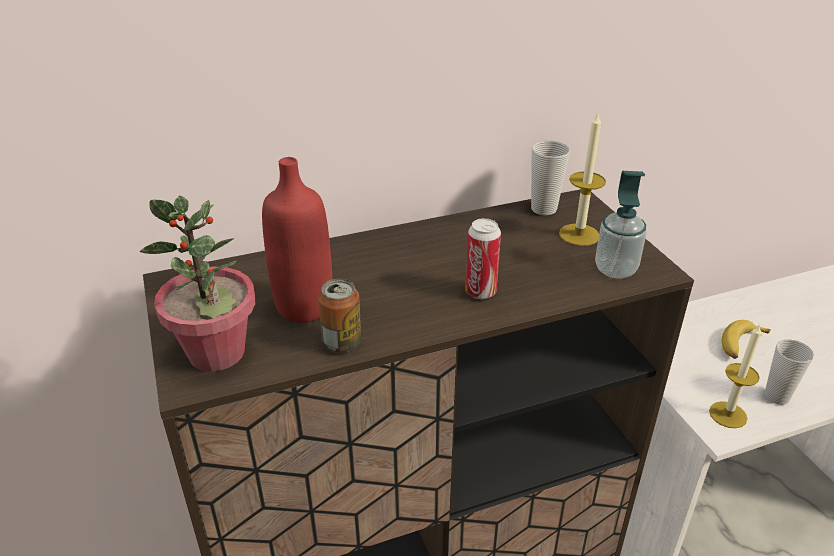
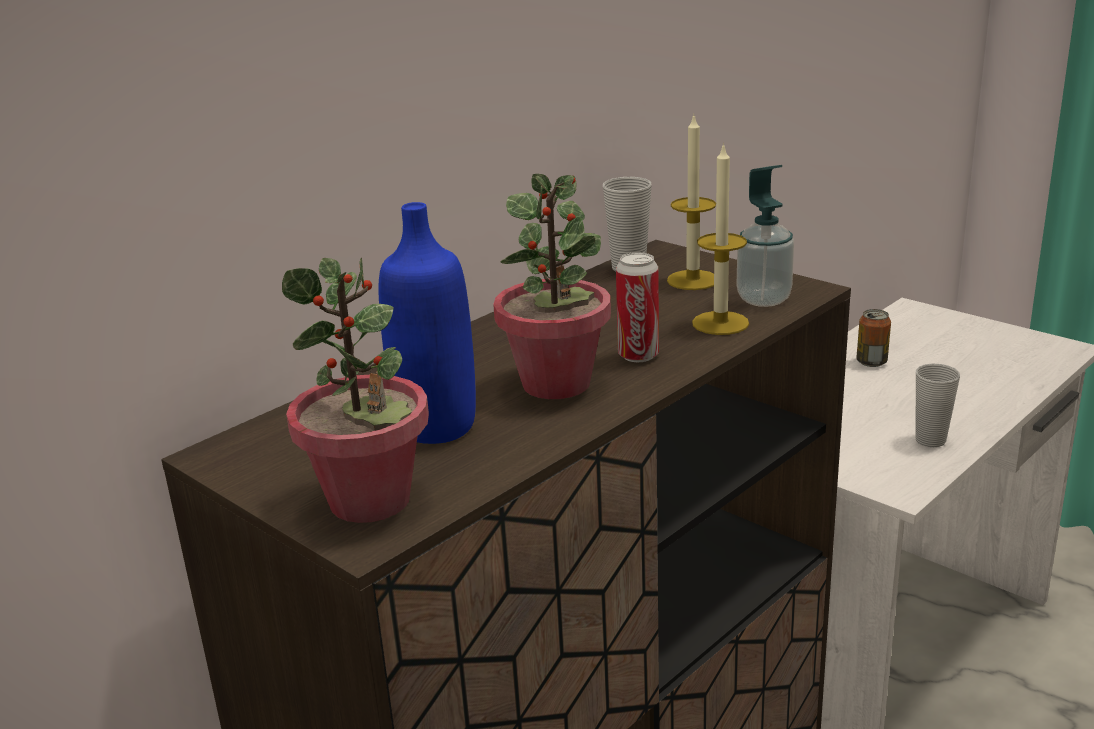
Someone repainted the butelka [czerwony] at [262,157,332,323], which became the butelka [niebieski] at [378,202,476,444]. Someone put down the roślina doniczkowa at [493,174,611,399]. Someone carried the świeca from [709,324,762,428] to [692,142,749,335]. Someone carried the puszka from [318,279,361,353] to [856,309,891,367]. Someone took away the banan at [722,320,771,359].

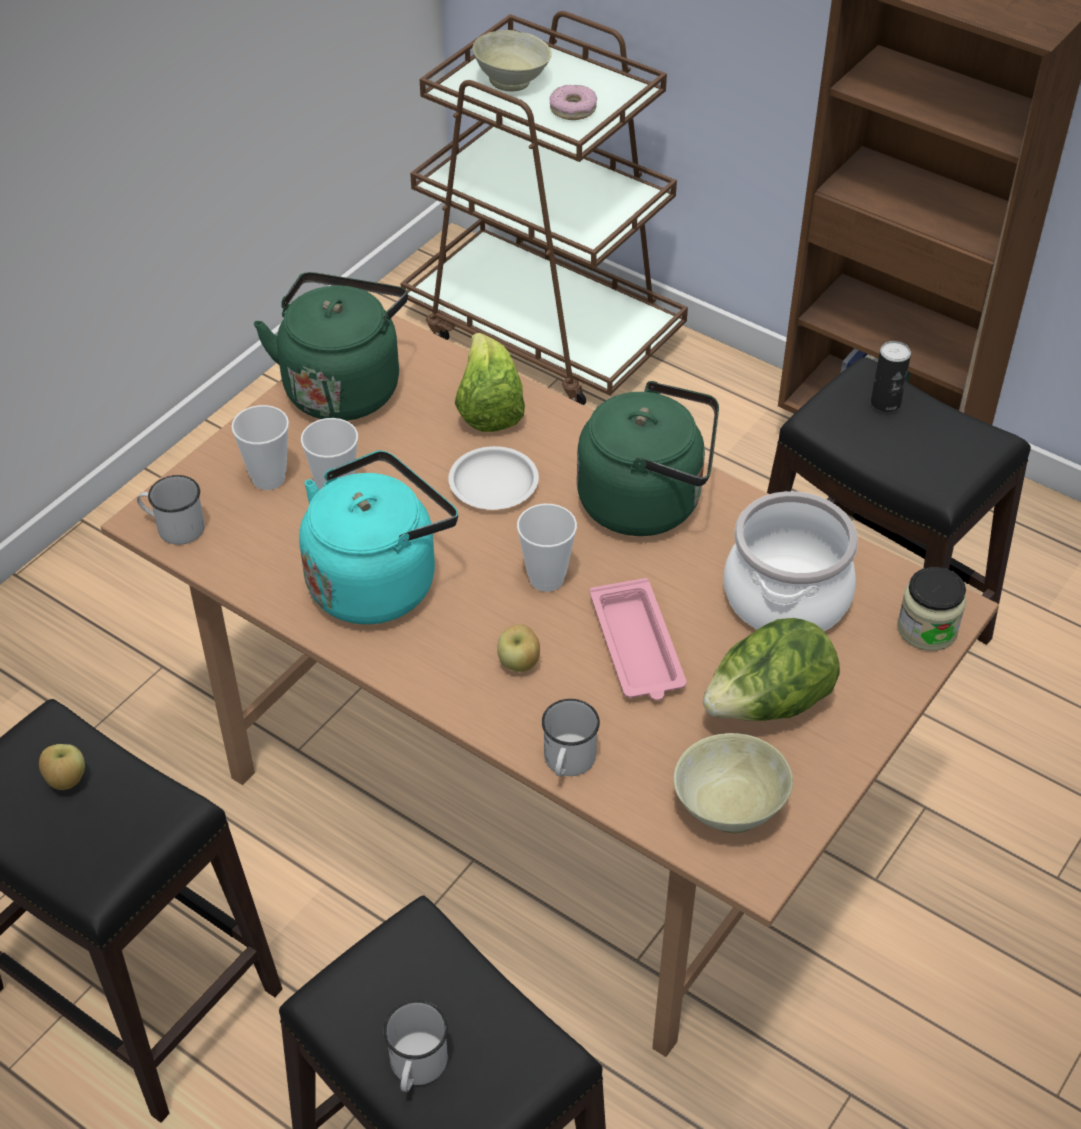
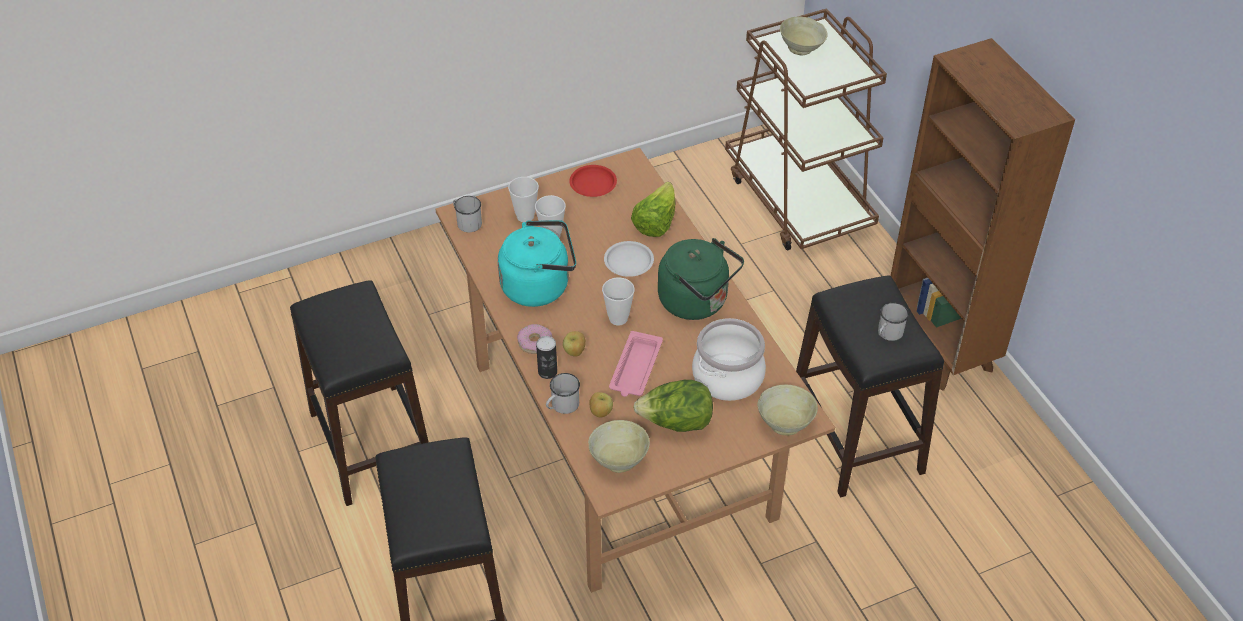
Someone carried the donut from [550,85,597,120] to [517,324,552,354]. Someone carried the puszka from [871,341,911,412] to [536,336,557,379]. Someone swapped the czajnik [zielony] at [254,272,408,421] for the talerz [czerwony] at [569,165,617,197]. Someone carried the jabłko from [39,744,85,790] to [589,392,613,417]. Someone swapped the słoik at [897,567,966,651] for the miska [beżowy] at [757,385,818,435]. Someone carried the kubek [biały] from [384,1000,448,1092] to [878,302,909,341].

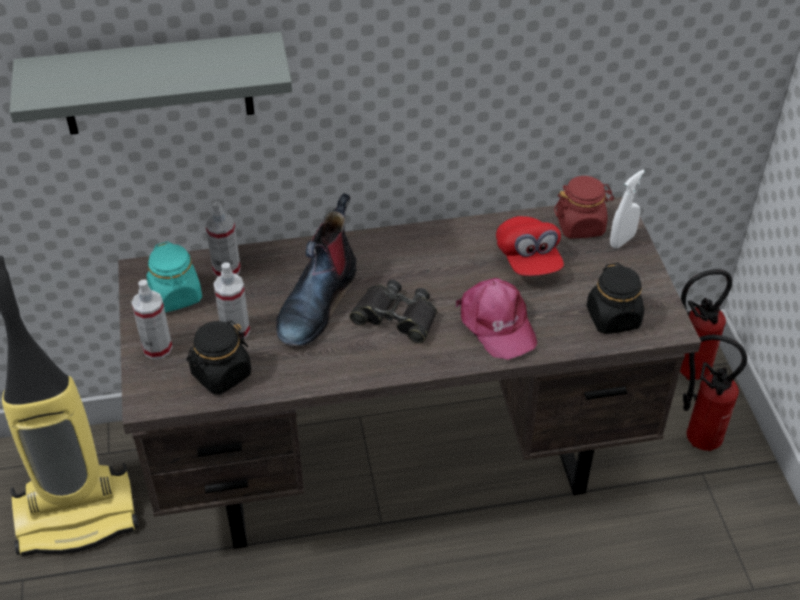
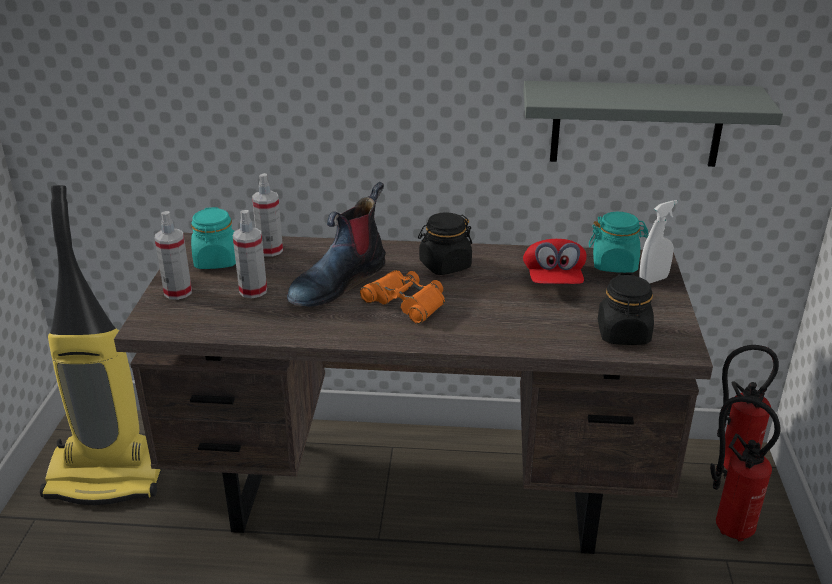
Someone repainted the lornetka [czarny] at [349,280,437,344], which became the lornetka [pomarańczowy] at [360,270,445,324]. Someone carried the słoik [czarny] from [186,321,251,394] to [418,212,472,275]. Someone carried the półka [szary] from [10,32,292,135] to [523,81,783,167]. Someone repainted the słoik [czerwony] at [554,176,614,239], which became the słoik [turkusowy] at [589,212,649,273]. Someone took away the czapka z daszkiem [różowy] at [456,278,537,360].

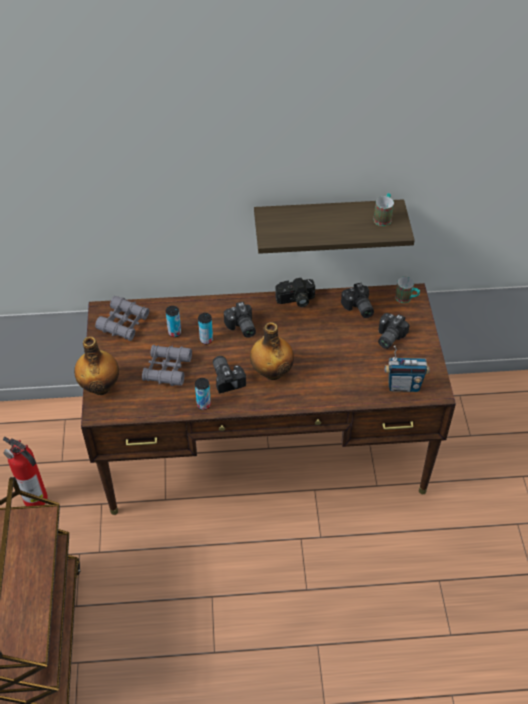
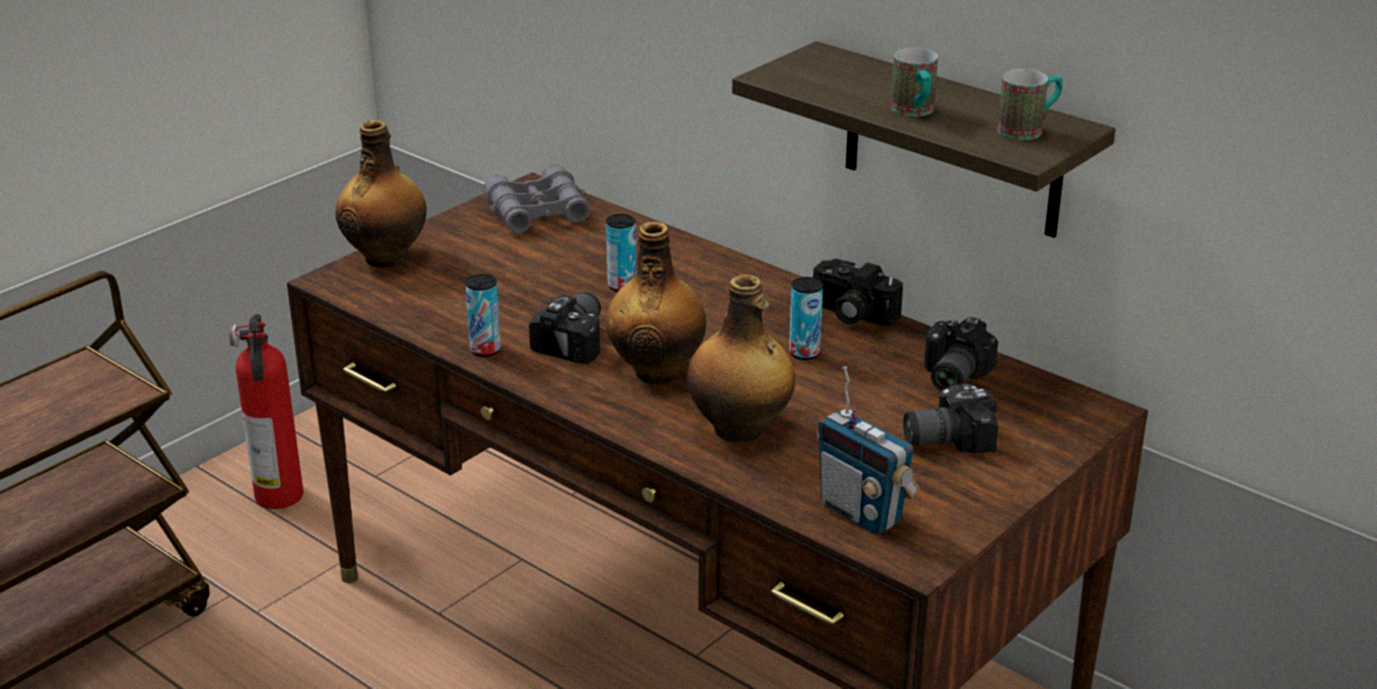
Someone put down the butelka at [687,274,795,443]. Someone carried the puszka from [166,306,181,337] to [789,277,823,360]. Someone carried the kubek from [395,277,420,303] to [891,47,938,117]. Someone took away the lornetka [szary] at [142,345,192,386]. Someone took away the aparat fotograficzny at [224,302,256,338].

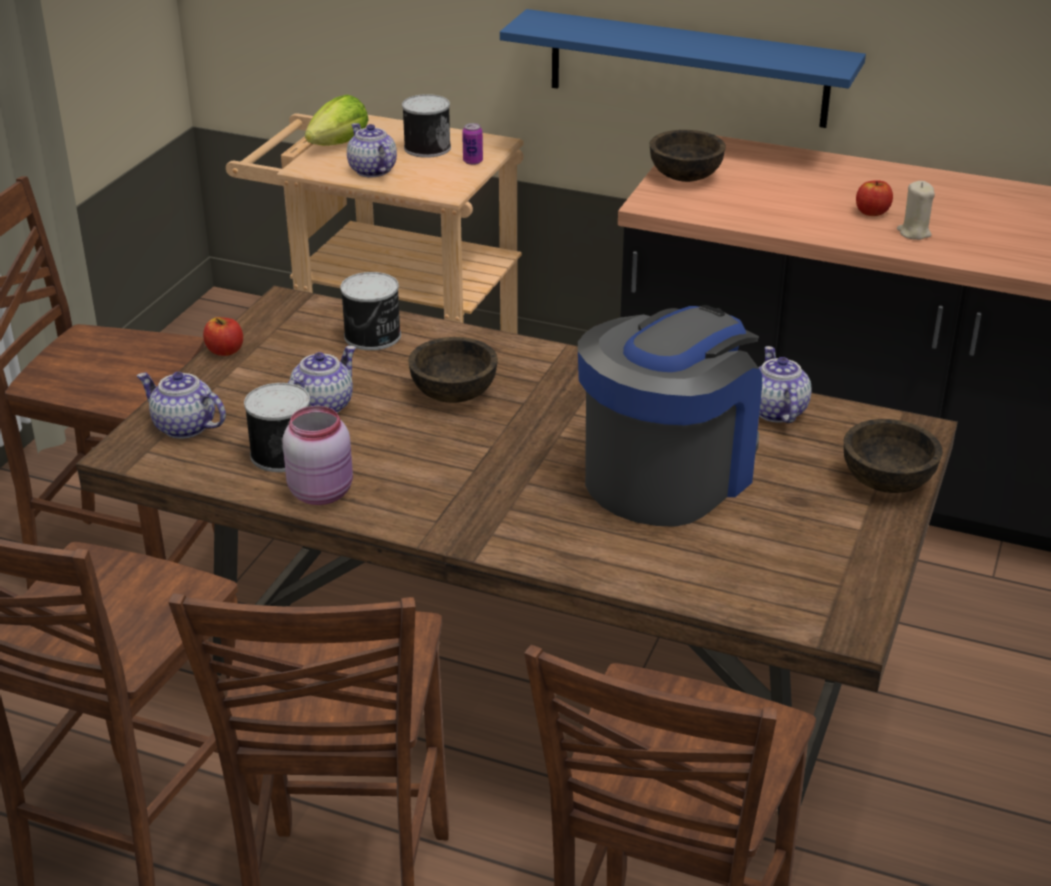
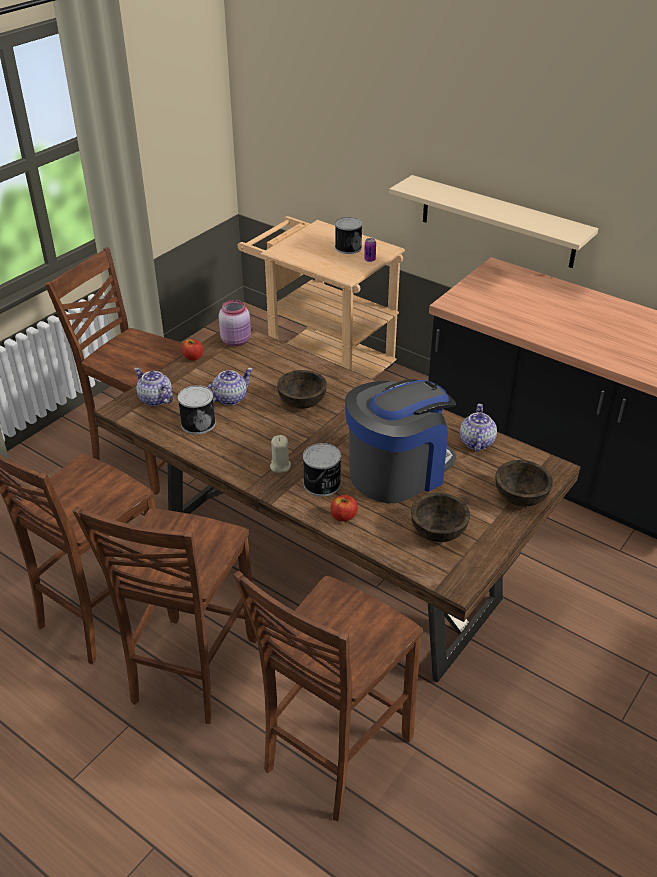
Someone carried the słoik [różowy] from [282,406,353,505] to [219,300,251,346]. Someone carried the świeca [beżowy] from [897,181,935,240] to [270,435,291,473]. Someone carried the puszka from [341,272,401,350] to [303,443,341,497]. Someone carried the jabłko from [856,180,893,216] to [330,495,358,522]. Someone repainted the półka [niebieski] at [500,9,866,128], which became the półka [beżowy] at [389,175,598,268]. Someone carried the miska [brązowy] from [650,130,726,182] to [411,493,470,542]. Someone took away the sałata at [305,94,369,146]. Someone took away the imbryk at [347,123,397,178].

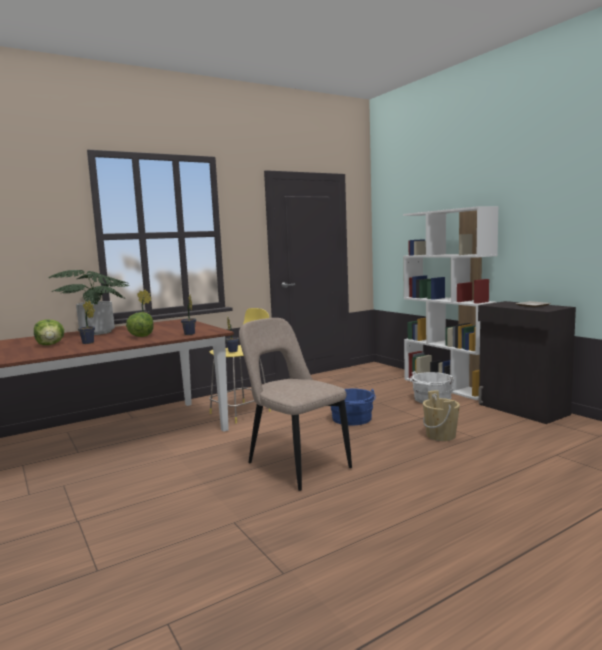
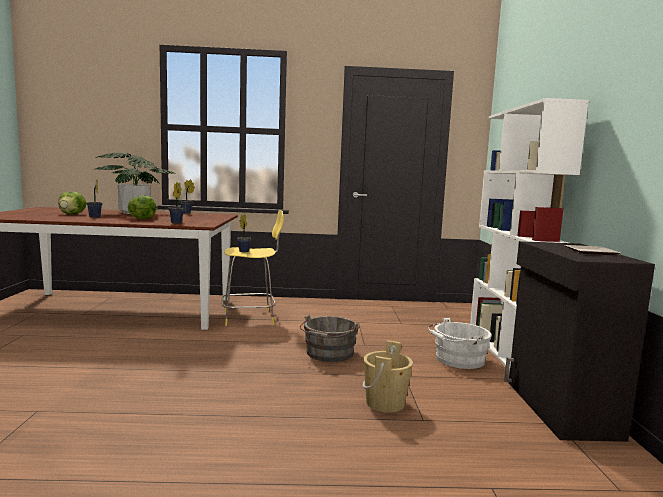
Someone repainted the wiadro [niebieski] at [330,389,376,426], which became the wiadro [szary] at [300,315,359,362]. Someone took away the krzesło [beżowy] at [239,318,352,491].

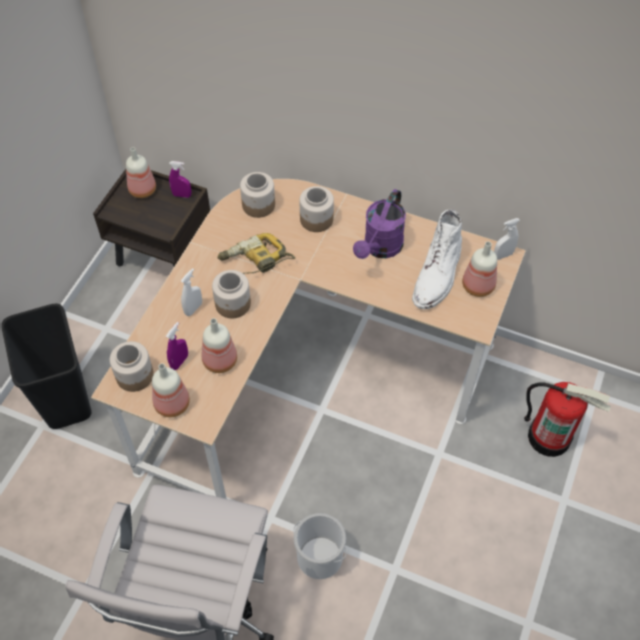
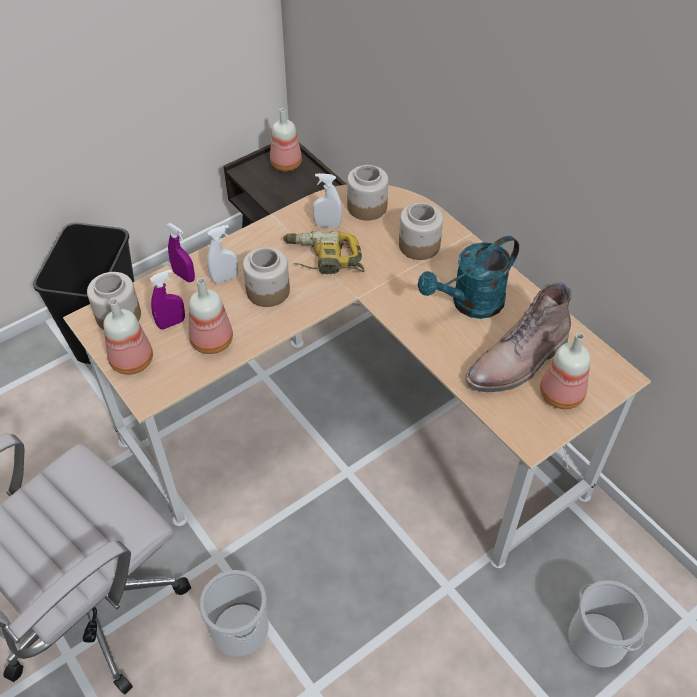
Someone carried the spryskiwacz [fioletowy] from [169,161,191,198] to [166,223,195,282]. Someone carried the spryskiwacz [biały] from [494,218,520,260] to [313,173,342,228]. Someone repainted the konewka [fioletowy] at [353,189,406,259], which became the konewka [turkusowy] at [418,236,519,319]. Someone repainted the but z cholewką [biały] at [412,210,462,309], which became the but z cholewką [brązowy] at [465,282,571,392]. Someone swapped the gaśnica at [524,382,611,457] for the wiadro at [568,580,648,668].

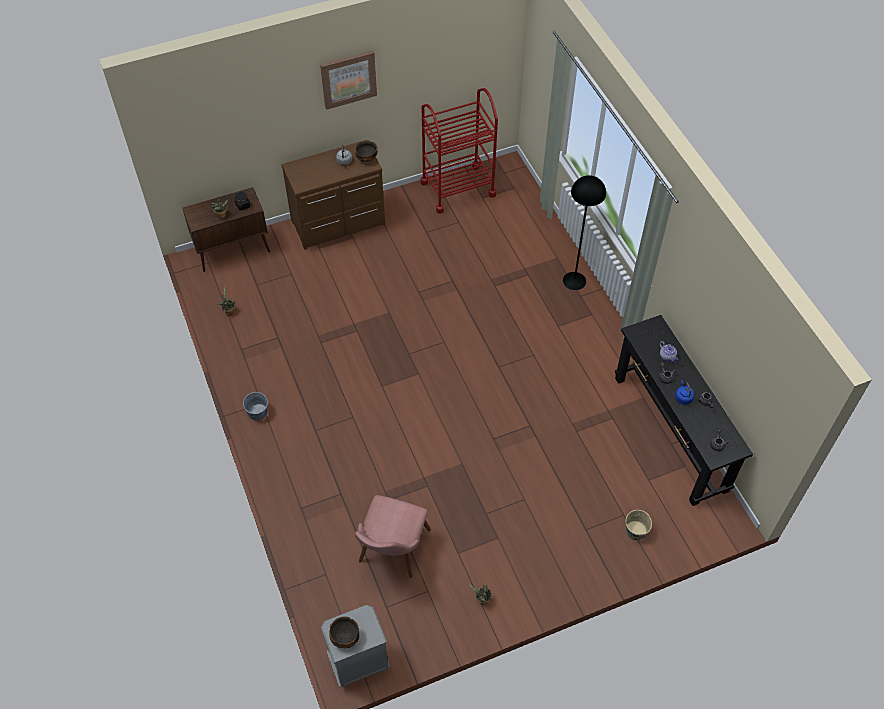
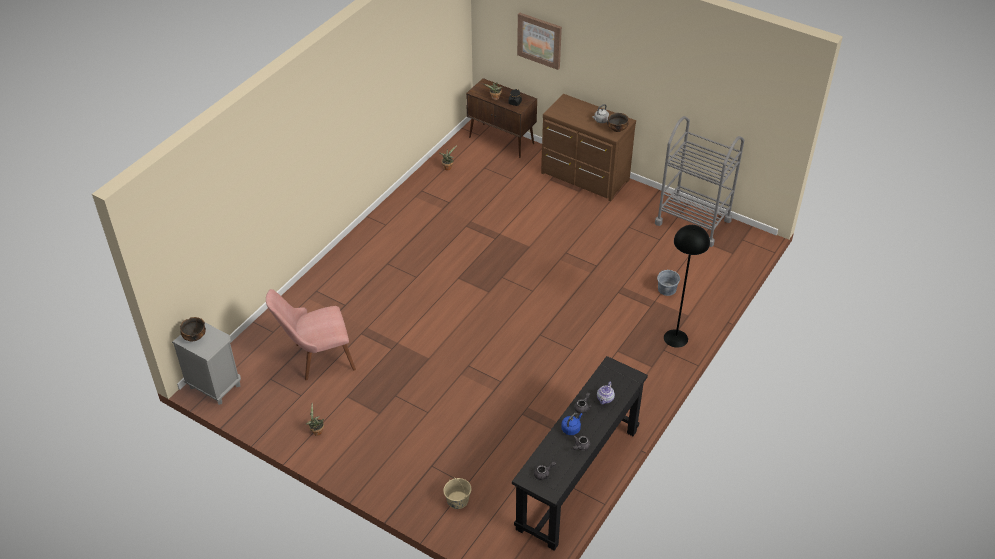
Someone carried the obraz from [320,50,377,110] to [517,13,562,70]. Someone repainted the wózek [czerwony] at [421,88,498,214], which became the wózek [szary] at [655,116,744,247]. Someone carried the wiadro [szary] from [243,392,268,421] to [657,270,680,296].

